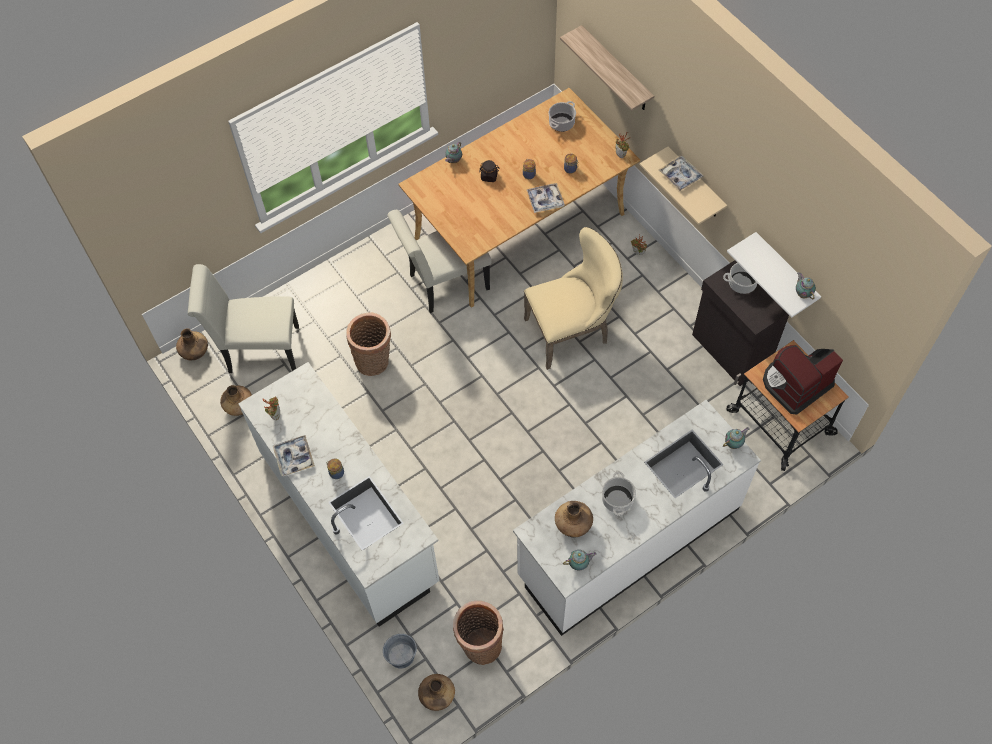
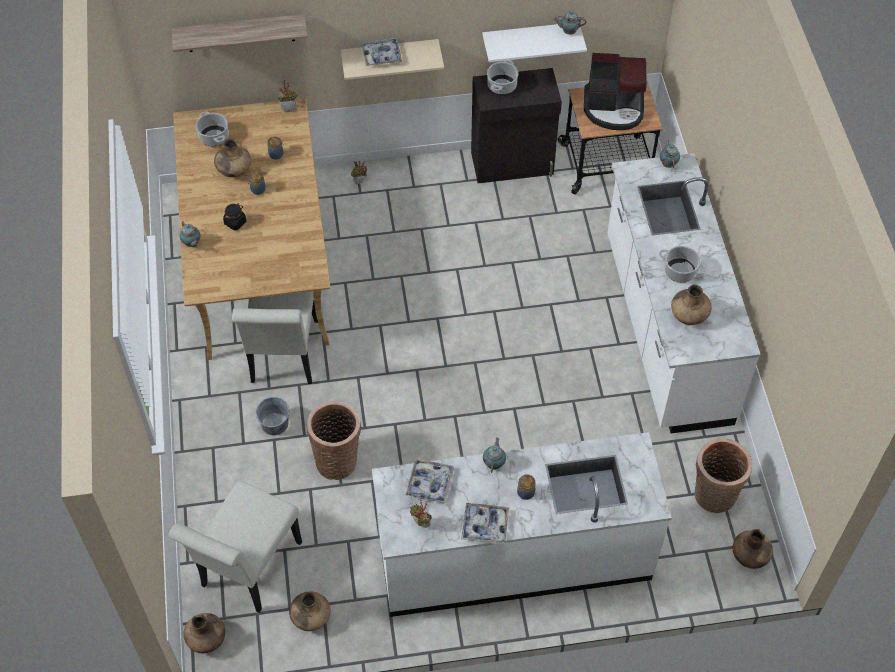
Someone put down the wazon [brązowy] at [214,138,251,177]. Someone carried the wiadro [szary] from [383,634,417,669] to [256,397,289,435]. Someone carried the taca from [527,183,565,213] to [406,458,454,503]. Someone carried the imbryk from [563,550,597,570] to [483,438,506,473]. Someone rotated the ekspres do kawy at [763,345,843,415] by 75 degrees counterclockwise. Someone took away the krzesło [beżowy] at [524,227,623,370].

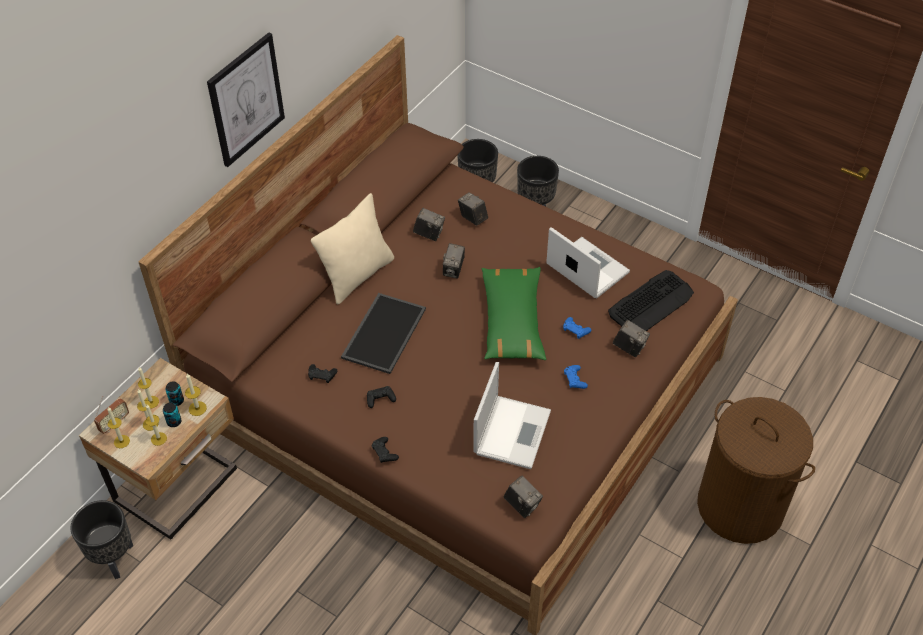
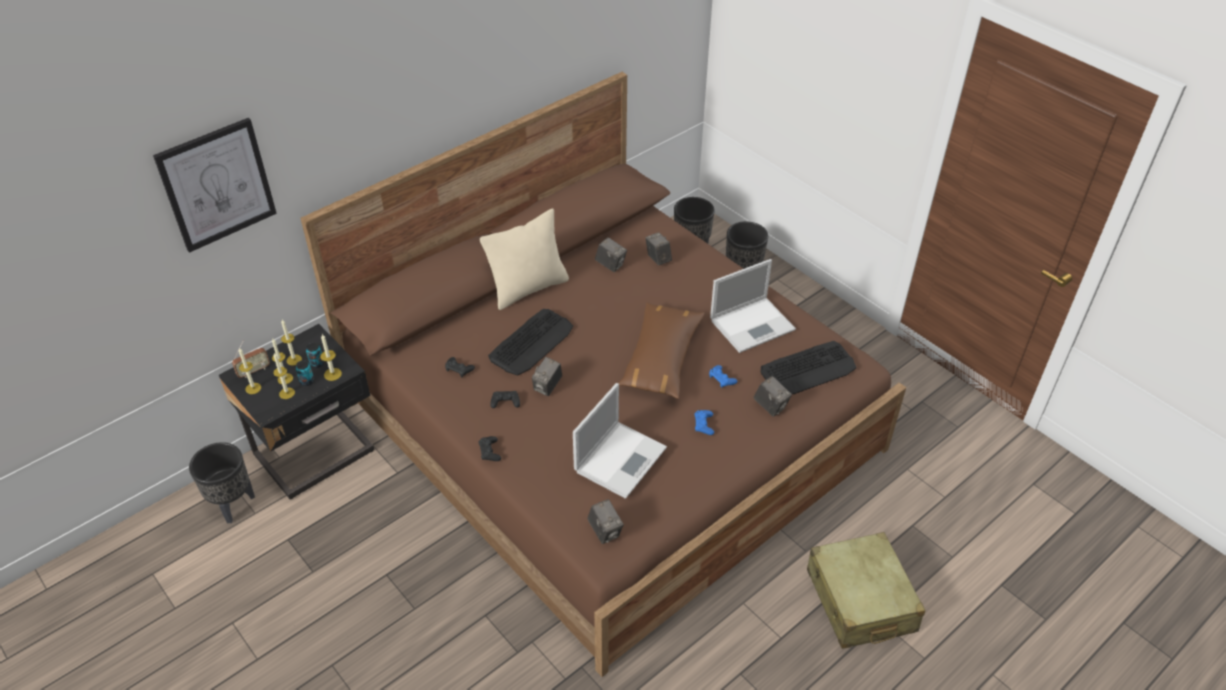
Someone carried the obraz from [207,33,285,167] to [153,118,277,253]. Someone repainted the szafka nocna [beżowy] at [79,358,237,539], which became the szafka nocna [czarny] at [219,324,375,499]. Someone swapped the taca at [341,293,426,374] for the klawiatura at [488,309,573,376]. Someone carried the aparat fotograficzny from [443,243,465,279] to [532,357,562,396]. Someone repainted the poduszka [zielony] at [481,267,547,360], which became the poduszka [brązowy] at [618,302,705,399]. Someone rotated the laptop at [546,227,630,298] by 90 degrees clockwise. Someone swapped the kosz na pranie [brązowy] at [697,397,815,544] for the walizka [beżowy] at [807,532,925,649].

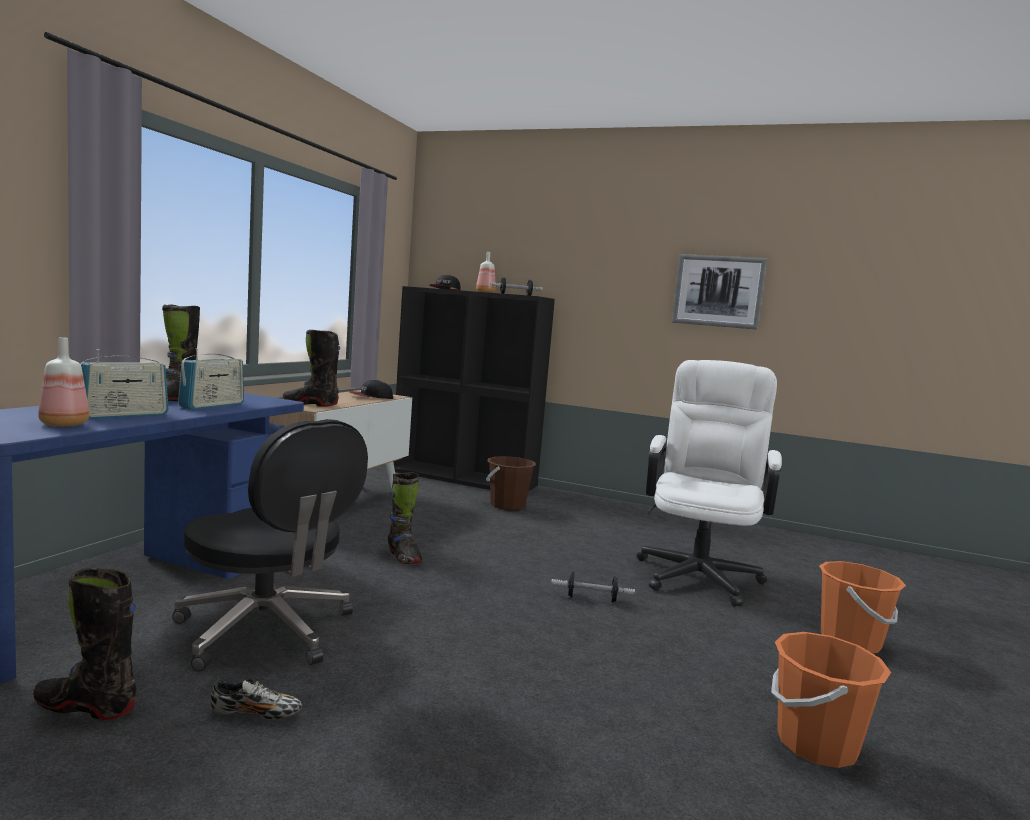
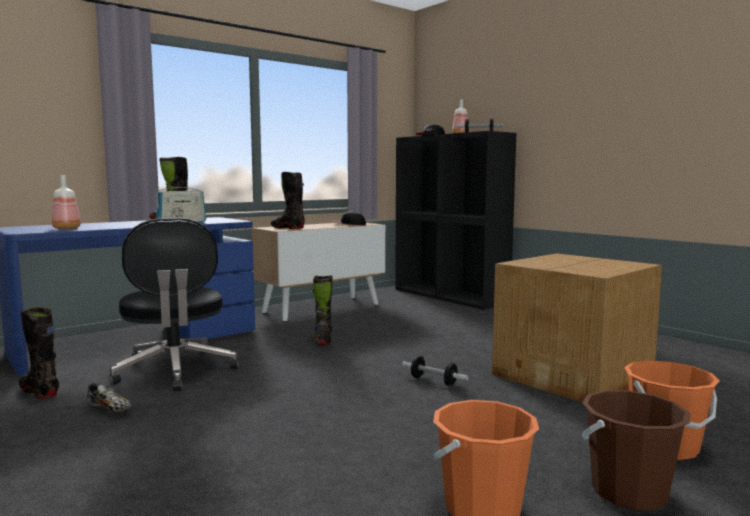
Someone swapped the krzesło biurowe [biały] at [637,360,782,607] for the karton at [492,253,662,402]. Someone carried the wiadro [brązowy] from [486,456,536,510] to [582,390,691,510]. Someone took away the radio at [80,349,169,419]. Someone took away the obraz at [672,254,767,330].

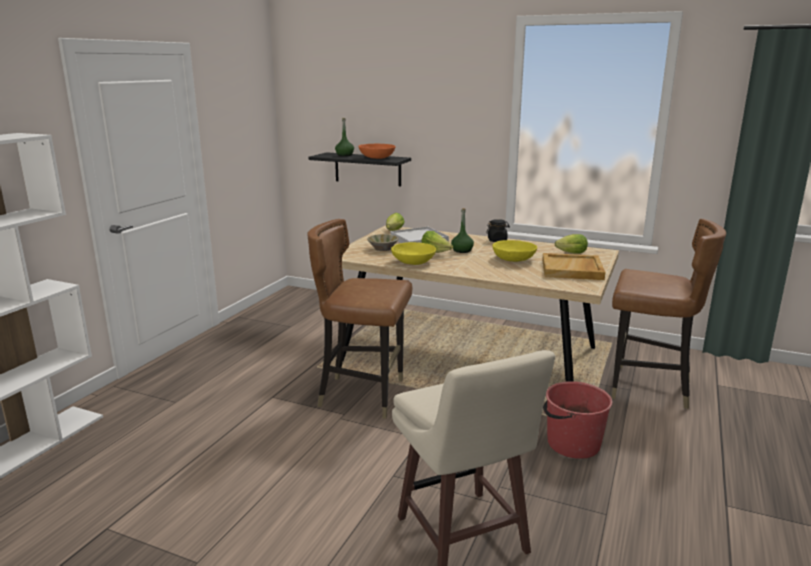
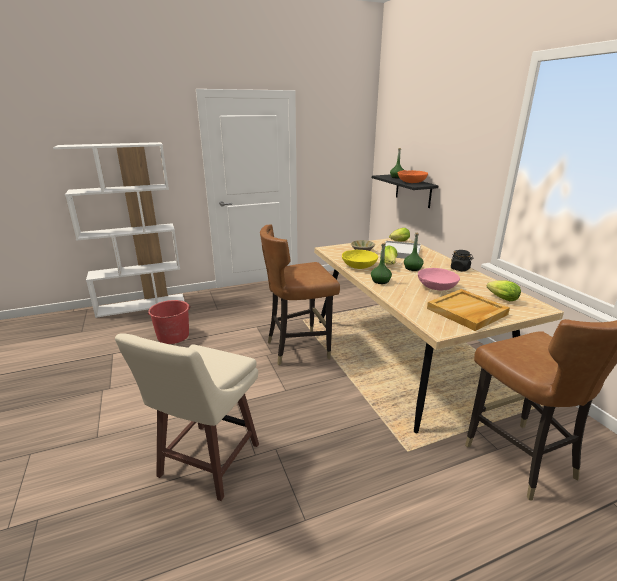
Someone carried the wiadro [czerwony] from [543,381,612,459] to [147,300,191,344]. Someone rotated the krzesło [brązowy] at [307,219,412,419] by 75 degrees counterclockwise. Someone put down the butelka [zielony] at [371,243,392,284]. Someone repainted the miska [żółty] at [492,240,537,262], which became the miska [różowy] at [418,268,460,290].

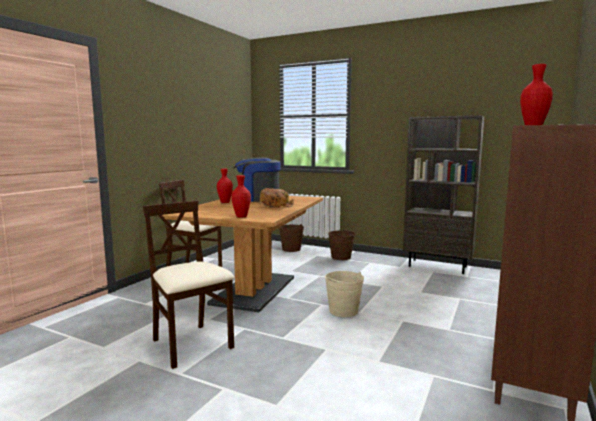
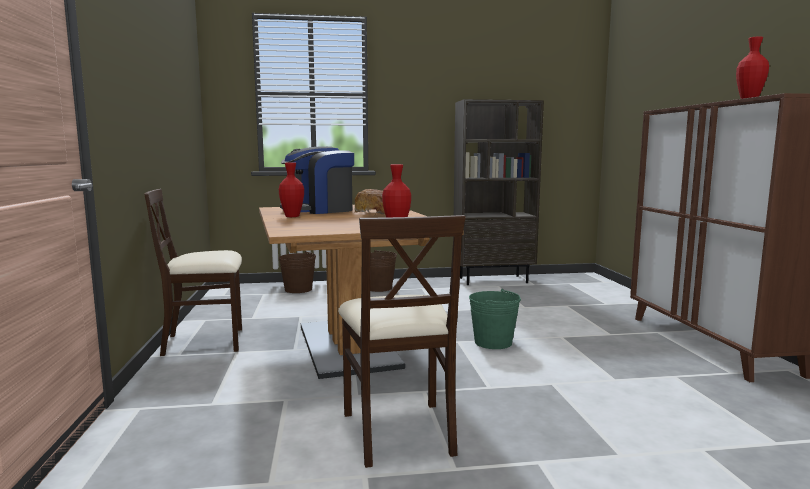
Someone rotated the krzesło [beżowy] at [142,201,235,369] by 120 degrees counterclockwise. Someone repainted the wiadro [beżowy] at [325,271,364,317], which became the wiadro [zielony] at [469,289,521,349].

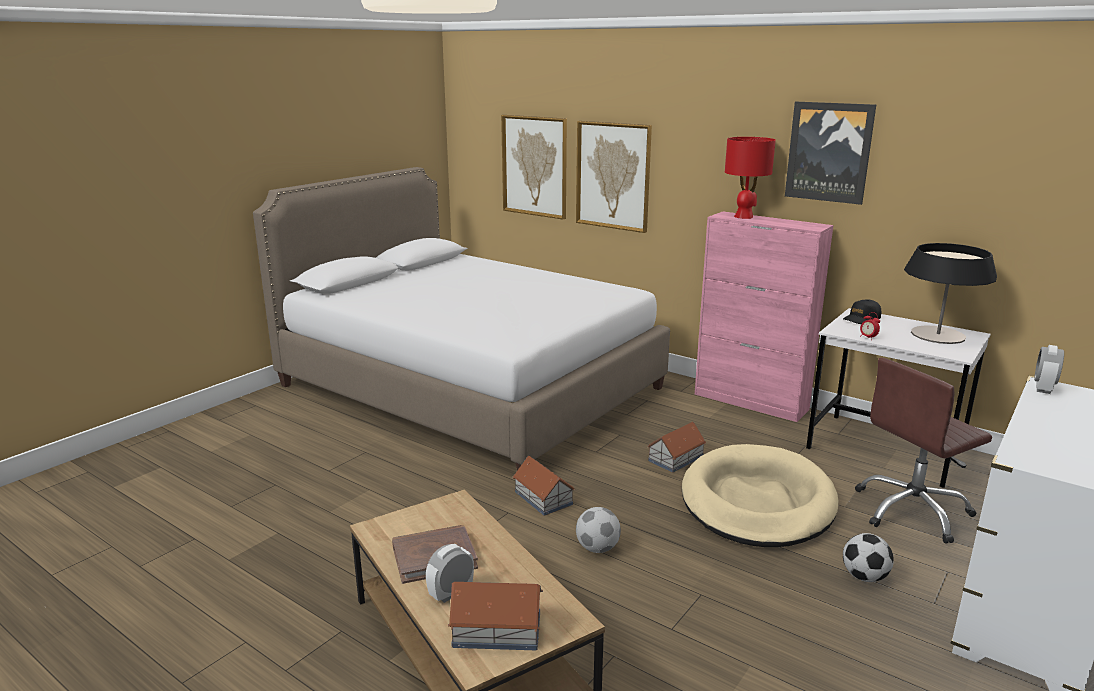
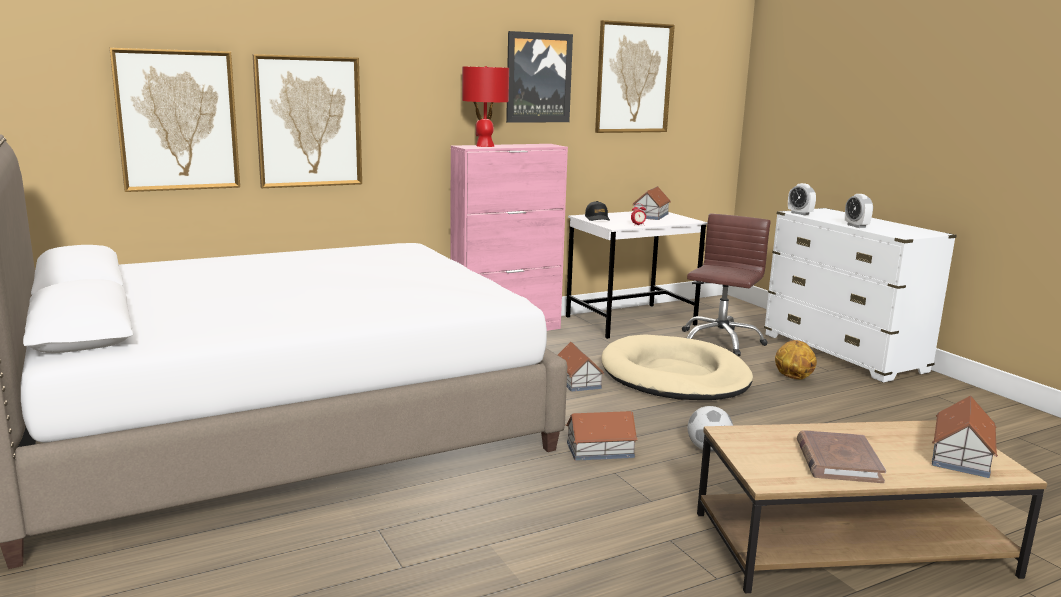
Someone put up the obraz at [595,20,675,133]. Someone swapped the lampa stołowa at [904,243,997,344] for the domek at [632,186,671,220]. Someone rotated the krzesło biurowe [brązowy] at [855,358,992,544] by 150 degrees counterclockwise. Someone swapped the piłka futbolowa at [843,533,894,582] for the piłka do koszykówki at [775,340,817,379]. Someone carried the budzik from [426,544,474,603] to [845,194,873,228].

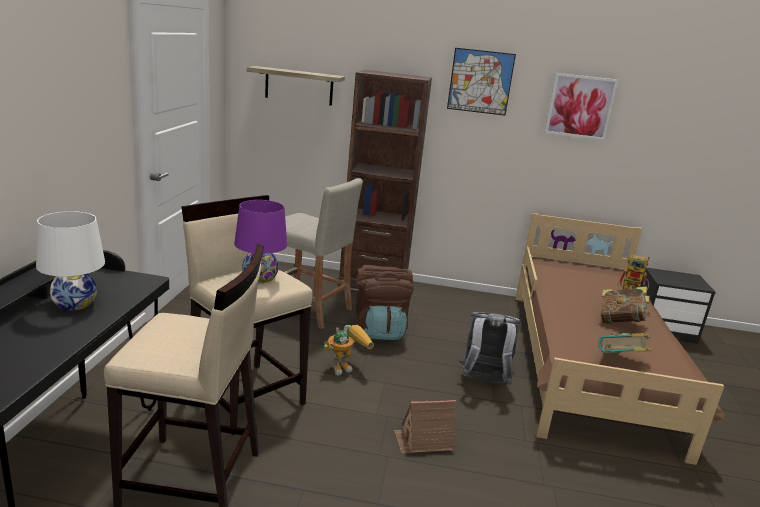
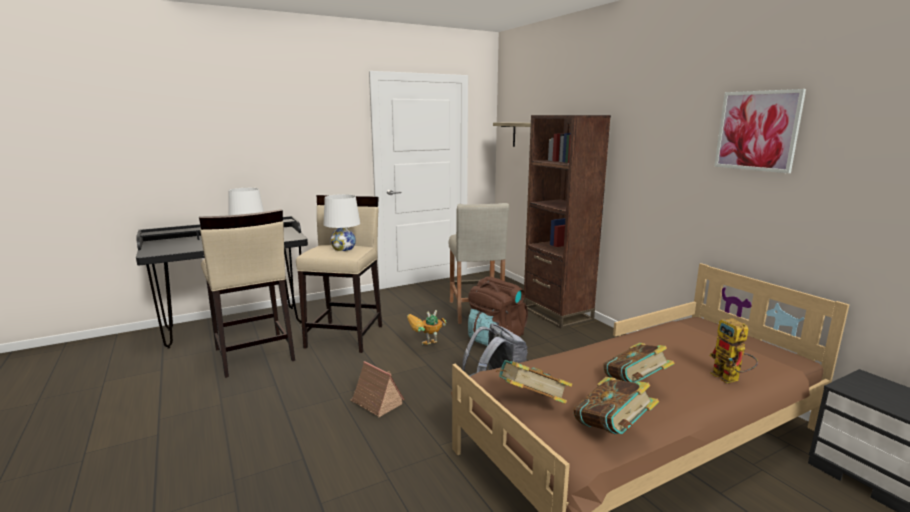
Someone repainted the lampa stołowa [fioletowy] at [234,200,287,283], which became the lampa stołowa [biały] at [323,194,360,251]. Someone rotated the robot zabawkowy at [324,325,374,376] by 135 degrees clockwise. Someone put down the książka at [573,377,659,434]. Someone took away the obraz at [447,48,516,116].

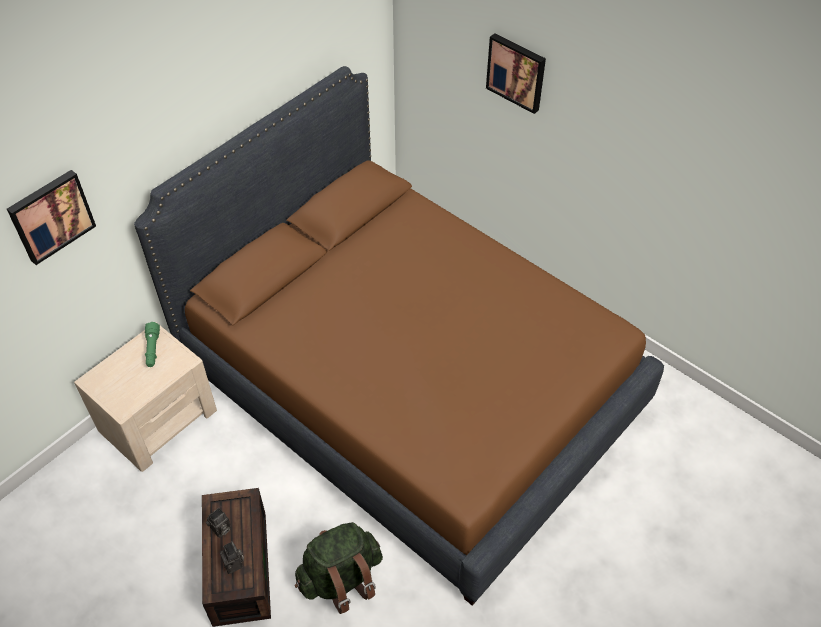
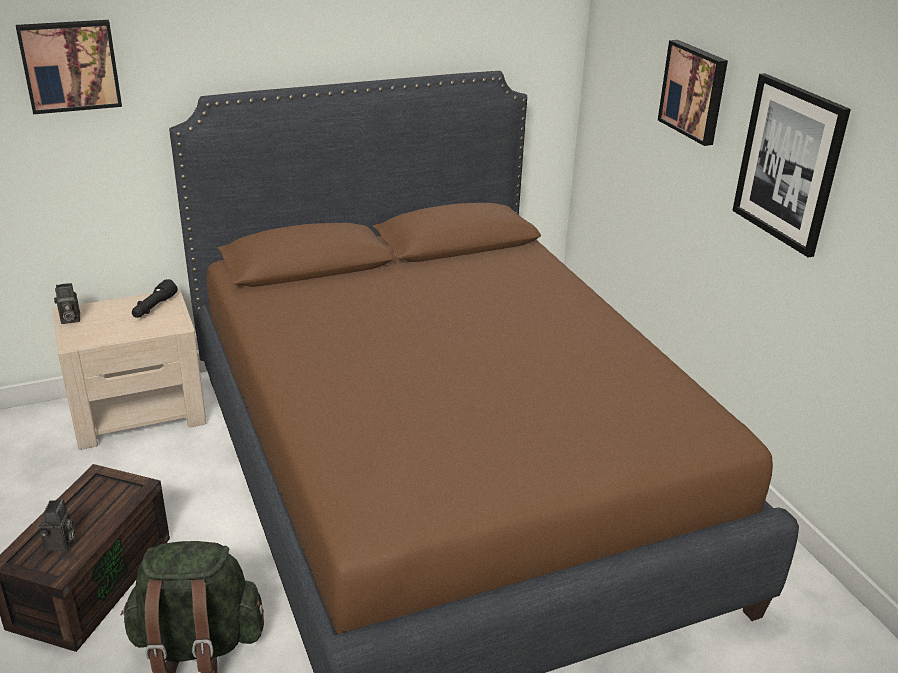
Someone carried the aparat fotograficzny from [206,508,231,538] to [54,283,80,324]. Someone repainted the latarka [zielony] at [145,322,160,367], which became the latarka [czarny] at [132,279,177,318]. Someone put up the obraz at [732,73,851,258].

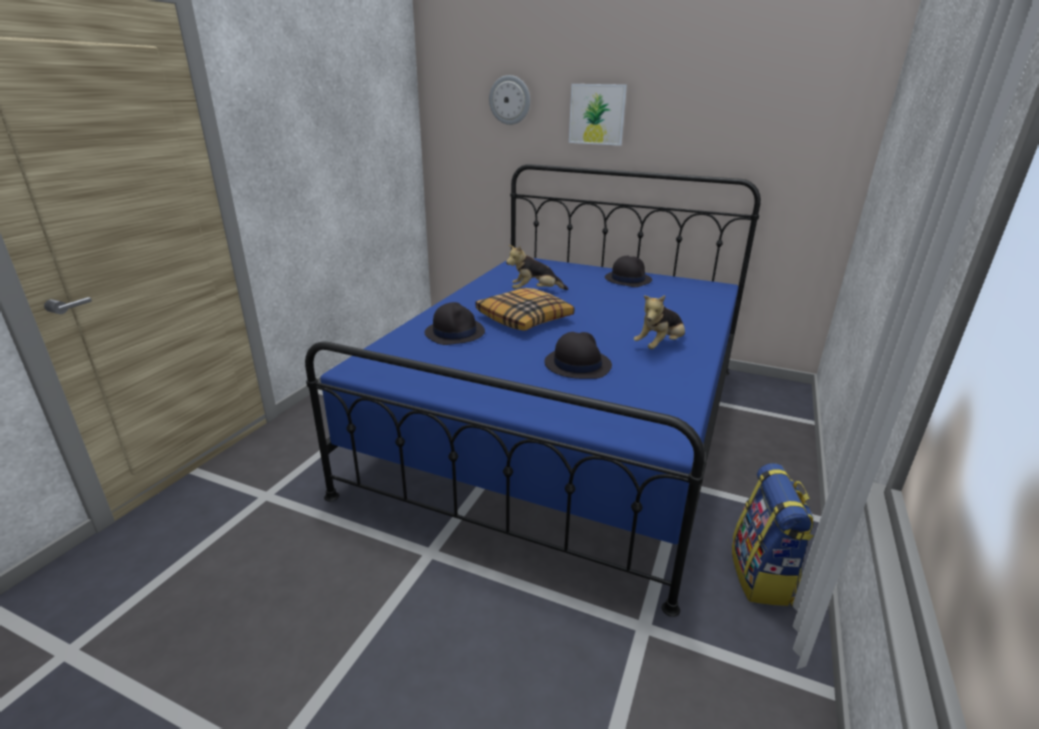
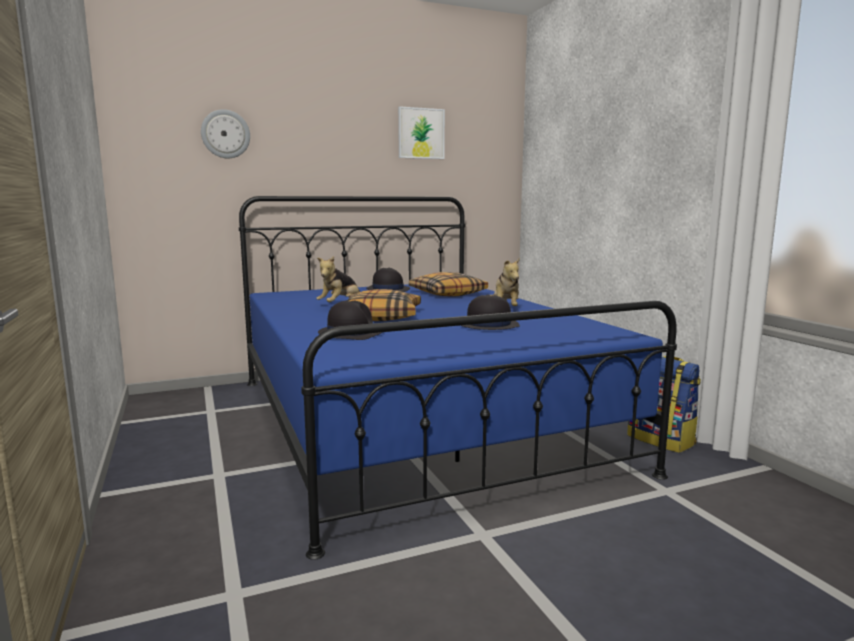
Someone carried the obraz from [569,84,627,146] to [398,106,445,159]. Someone put down the poduszka at [409,272,488,297].

